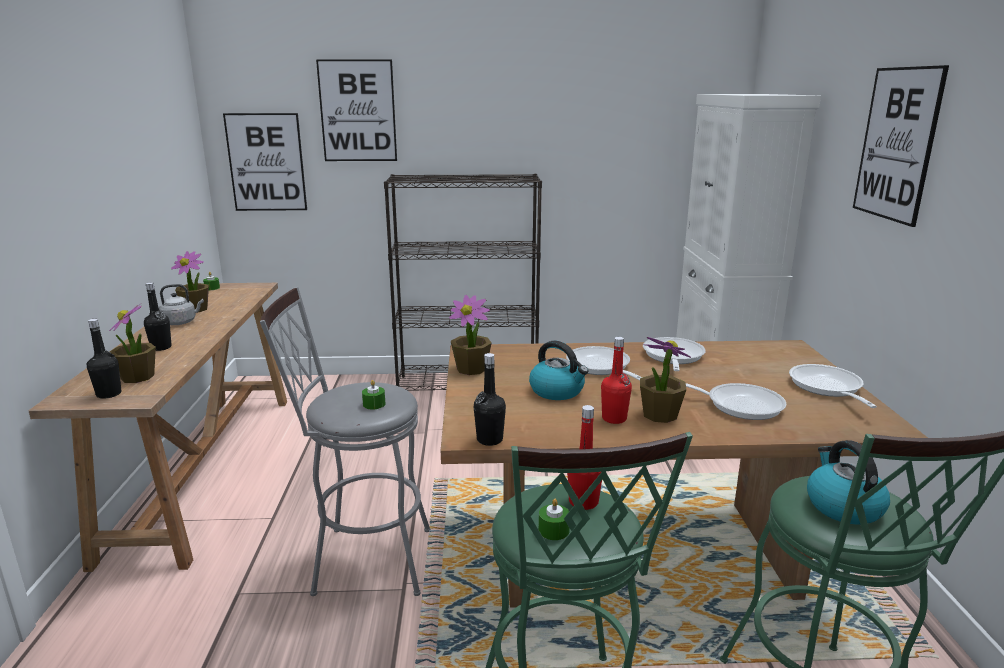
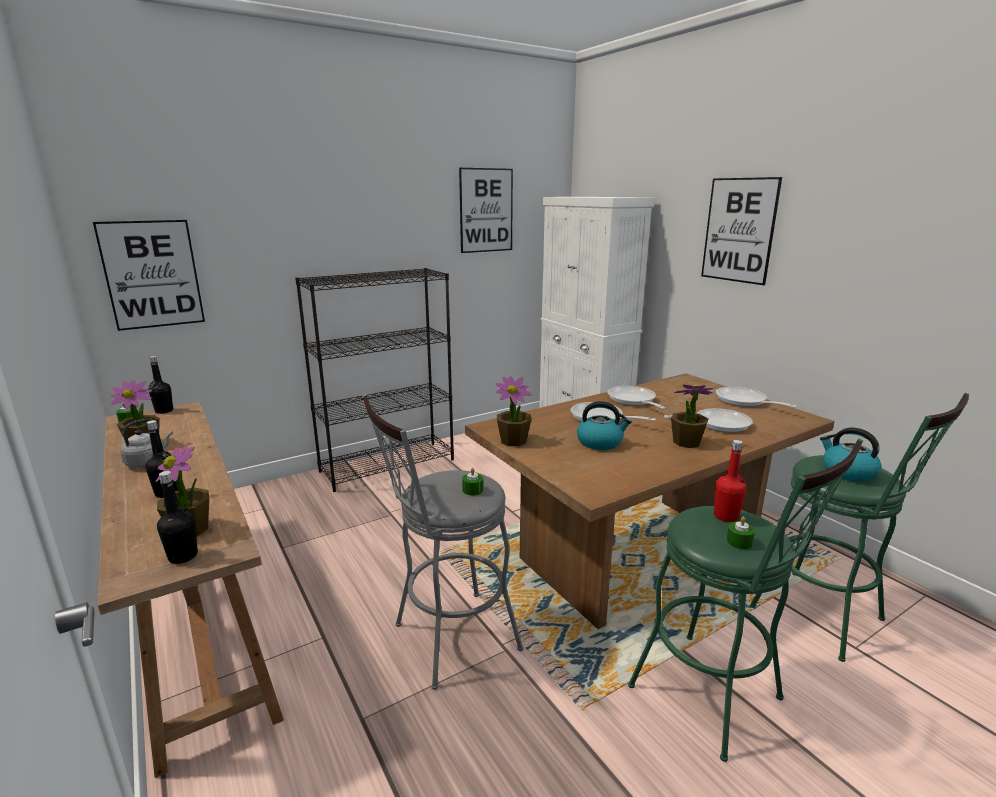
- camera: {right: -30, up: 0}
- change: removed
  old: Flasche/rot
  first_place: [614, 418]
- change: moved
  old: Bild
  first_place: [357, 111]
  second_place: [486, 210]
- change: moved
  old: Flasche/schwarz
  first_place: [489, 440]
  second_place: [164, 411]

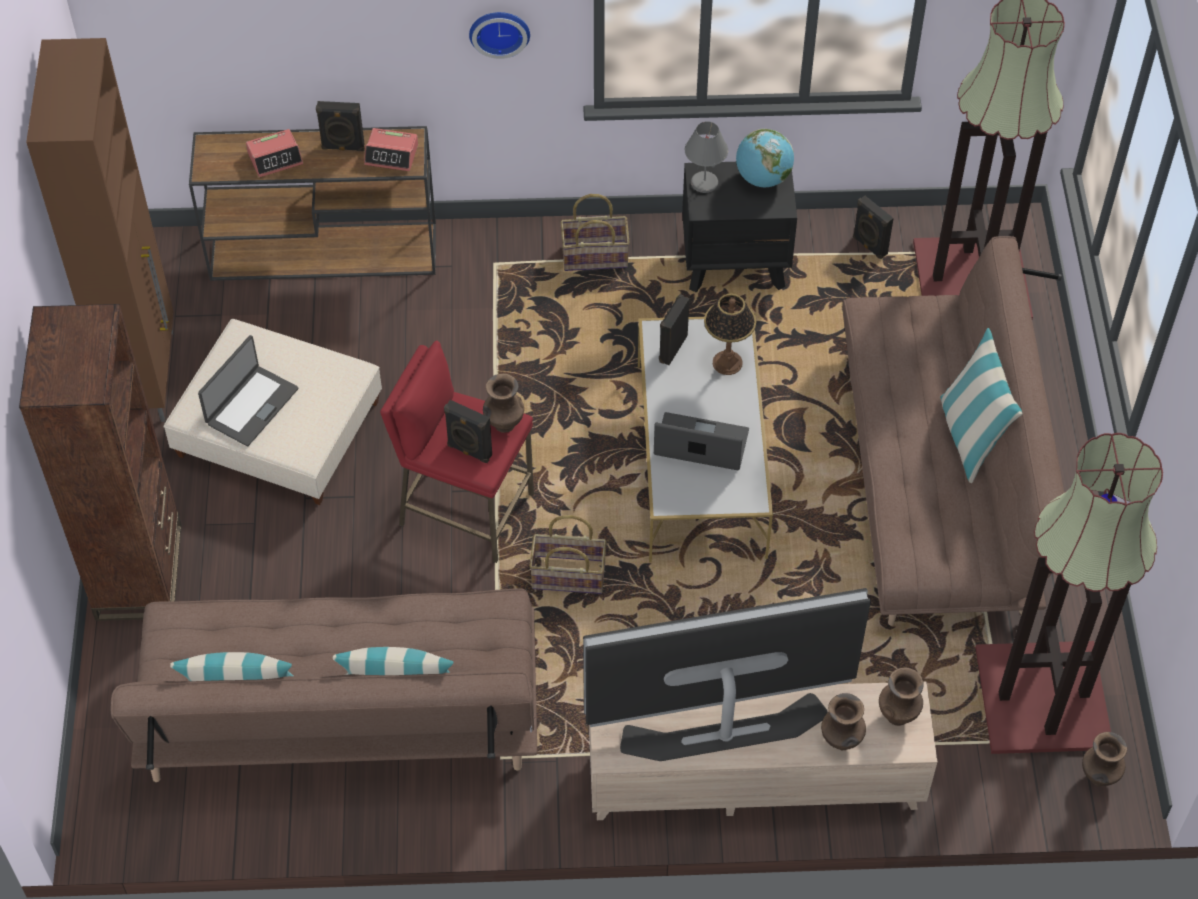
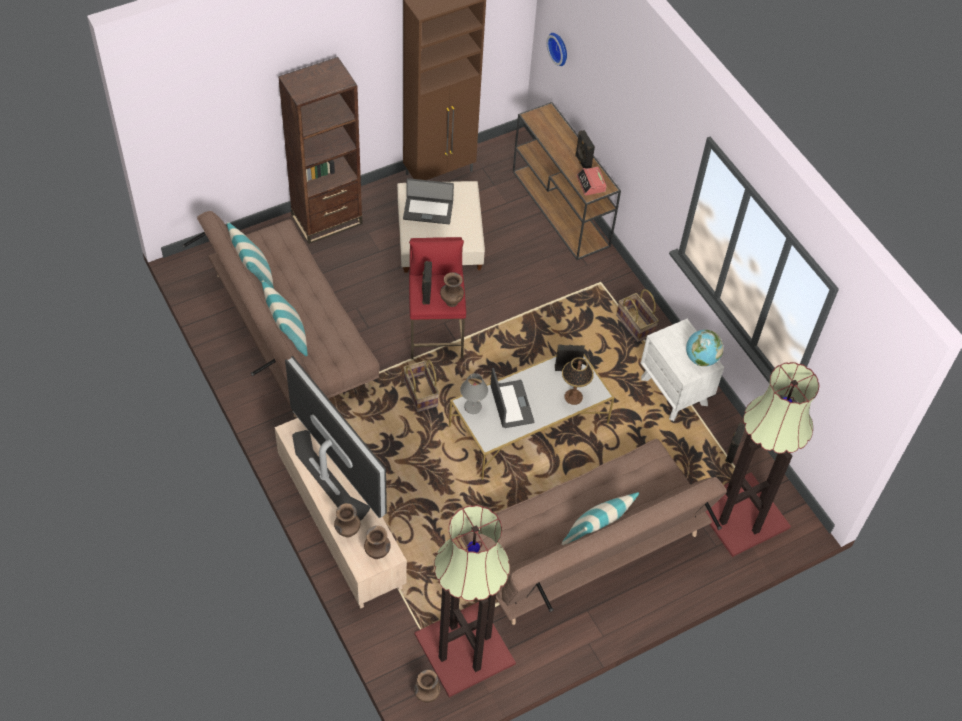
- camera: {right: 60, up: 0}
- change: removed
  old: Wecker
  first_place: [275, 158]
- change: moved
  old: Wanduhr
  first_place: [499, 30]
  second_place: [559, 48]
- change: moved
  old: Tischlampe/grau
  first_place: [704, 183]
  second_place: [472, 407]
- change: recoloured
  old: Nachttisch/schwarz
  new: Nachttisch/weiß
  first_place: [735, 263]
  second_place: [674, 391]

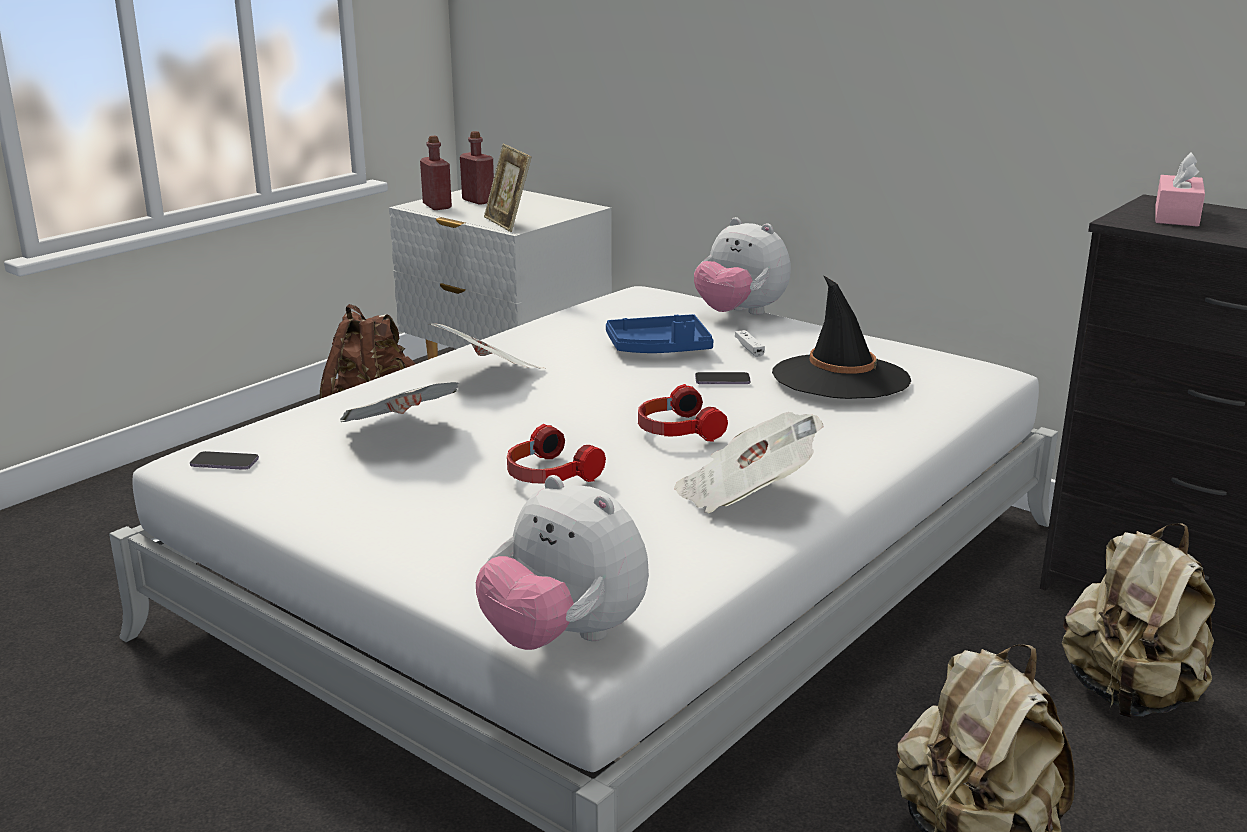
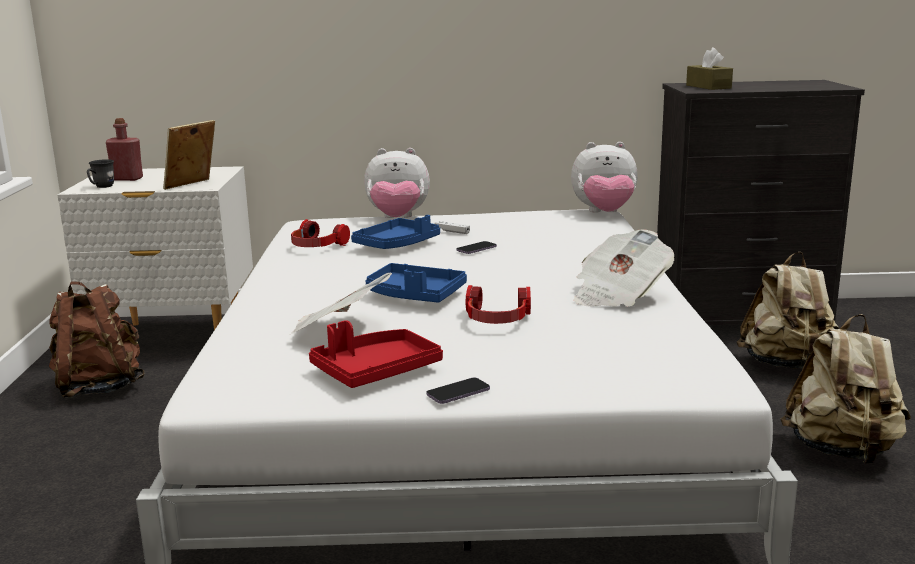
- camera: {right: -40, up: -5}
- change: removed
  old: Zeitung
  first_place: [488, 375]
- change: removed
  old: Hut/schwarz
  first_place: [840, 378]
- change: added
  new: Tablett/rot
  second_place: [375, 371]
- change: added
  new: Tablett/blau
  second_place: [415, 296]
- change: moved
  old: Handy
  first_place: [224, 463]
  second_place: [458, 393]
- change: moved
  old: Plüschtier
  first_place: [564, 637]
  second_place: [604, 213]
- change: moved
  old: Kopfhörer
  first_place: [676, 431]
  second_place: [316, 246]
- change: replaced
  old: Flasche/rot
  new: Henkelbecher/grau
  first_place: [437, 206]
  second_place: [101, 187]
- change: recoloured
  old: Taschentuchbox/rosa
  new: Taschentuchbox/braun
  first_place: [1176, 216]
  second_place: [708, 87]
- change: turned
  old: Bilderrahmen
  first_place: [508, 223]
  second_place: [192, 185]
  degrees: 105

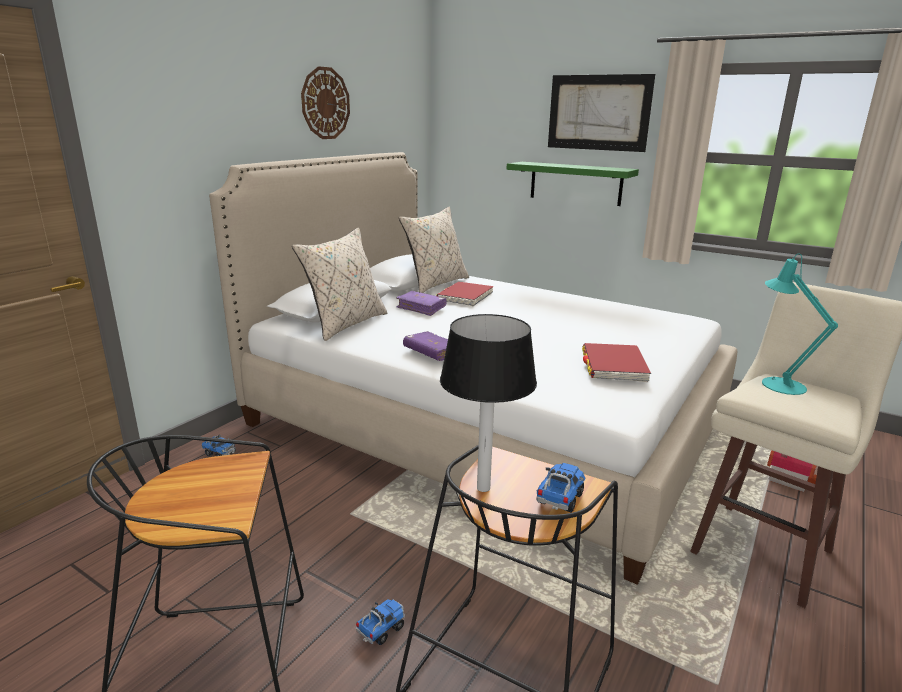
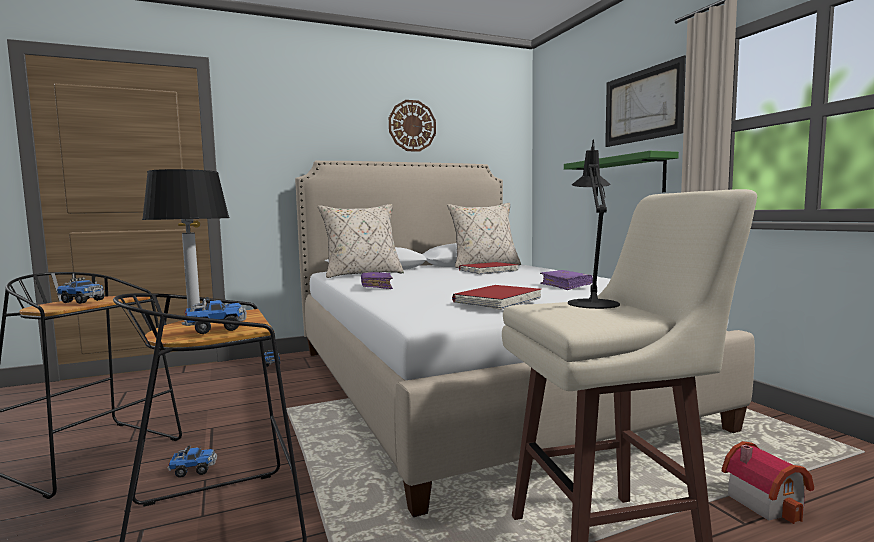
- camera: {right: 35, up: -15}
- change: added
  new: Spielzeuglaster
  second_place: [82, 301]
- change: moved
  old: Buch/lila
  first_place: [421, 308]
  second_place: [565, 286]
- change: recoloured
  old: Tischlampe/türkis
  new: Tischlampe/schwarz
  first_place: [778, 383]
  second_place: [592, 302]

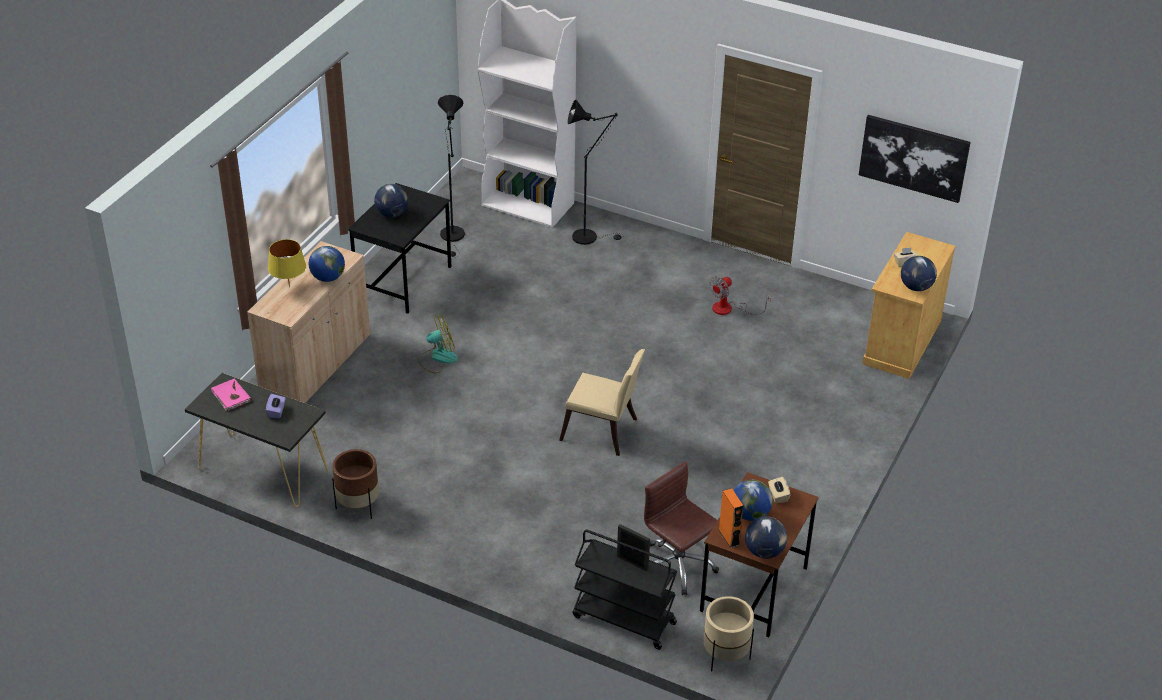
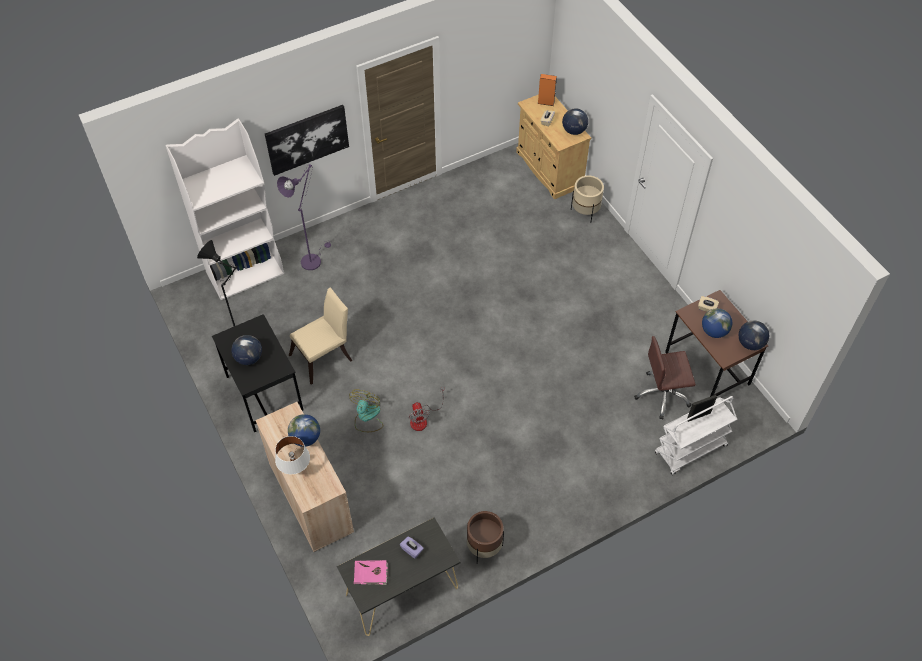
- camera: {right: -55, up: 15}
- change: moved
  old: Stuhl/beige
  first_place: [603, 432]
  second_place: [324, 356]
- change: moved
  old: Pflanzkübel/beige
  first_place: [725, 656]
  second_place: [585, 212]
- change: moved
  old: Ventilator
  first_place: [729, 309]
  second_place: [423, 419]
- change: moved
  old: Lautsprecher/orange
  first_place: [729, 537]
  second_place: [546, 102]
- change: moved
  old: Bild
  first_place: [914, 157]
  second_place: [307, 139]
- change: recoloured
  old: Tischlampe/gelb
  new: Tischlampe/weiß
  first_place: [289, 287]
  second_place: [295, 469]
- change: recoloured
  old: Stehlampe/schwarz
  new: Stehlampe/lila
  first_place: [589, 236]
  second_place: [313, 259]
- change: recoloured
  old: Rollwagen/schwarz
  new: Rollwagen/weiß
  first_place: [623, 620]
  second_place: [690, 450]

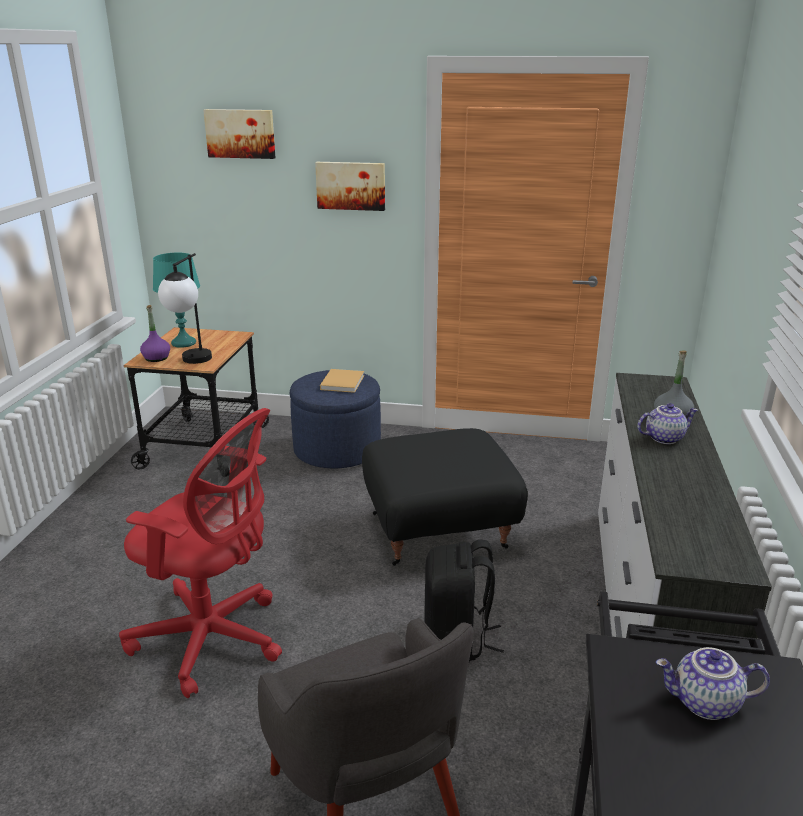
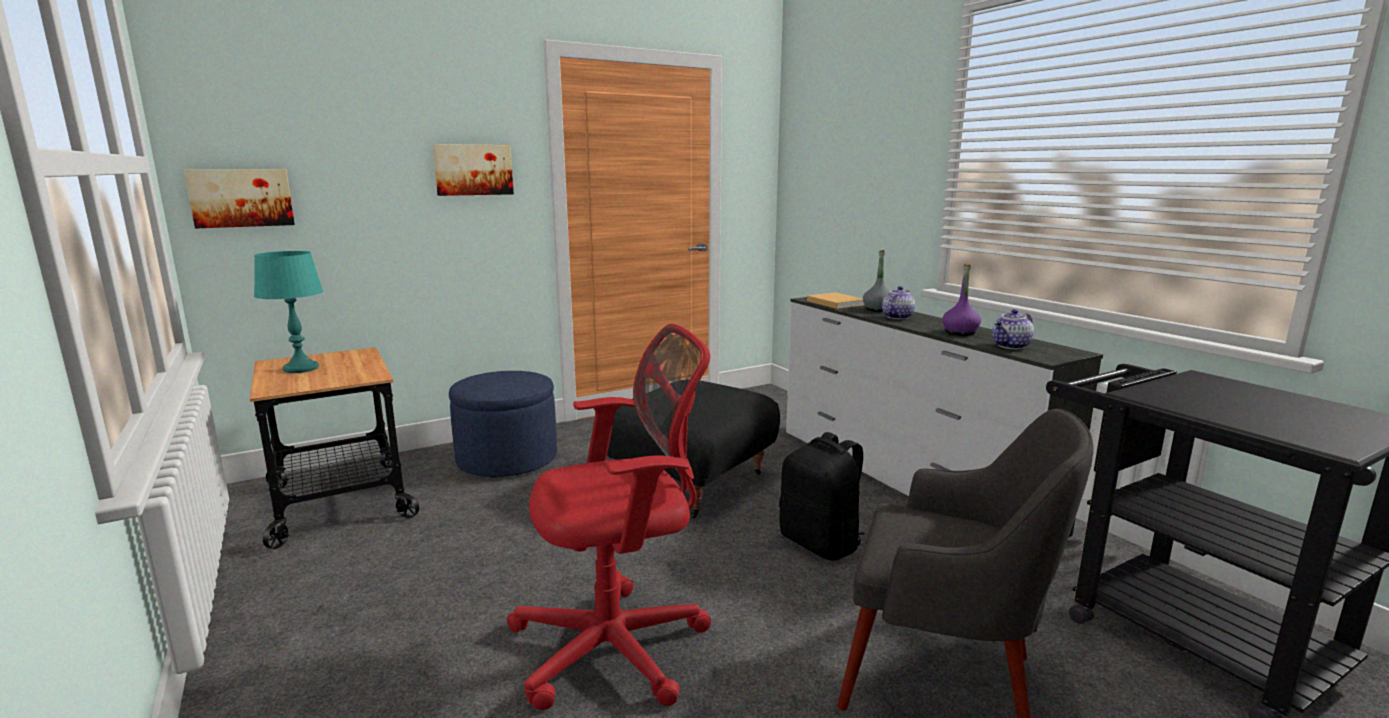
- camera: {right: -40, up: -10}
- change: removed
  old: Tischlampe
  first_place: [191, 362]
- change: moved
  old: Flasche/lila
  first_place: [156, 358]
  second_place: [960, 332]
- change: moved
  old: Bild
  first_place: [240, 133]
  second_place: [241, 197]
- change: moved
  old: Buch/beige
  first_place: [343, 382]
  second_place: [835, 302]
- change: moved
  old: Teekanne
  first_place: [705, 704]
  second_place: [1011, 346]

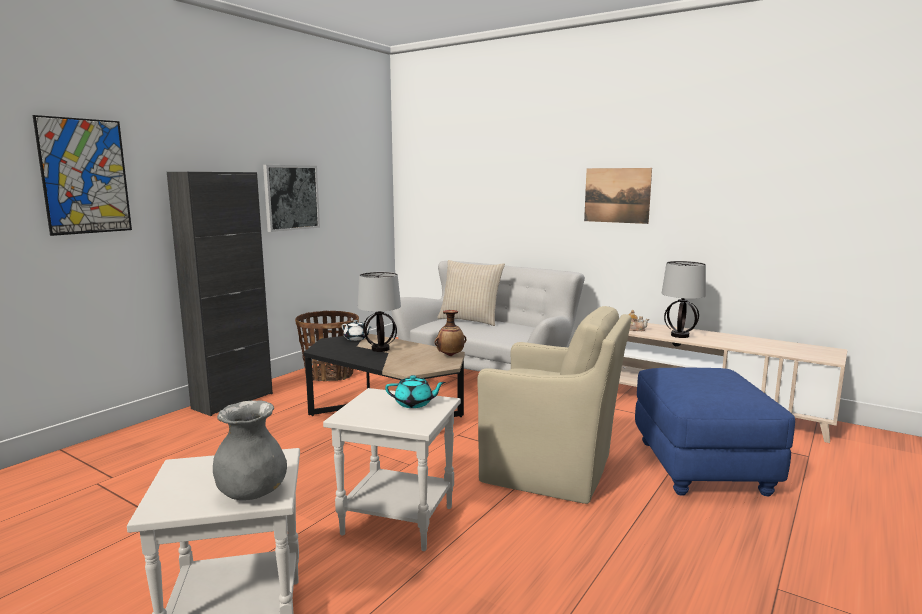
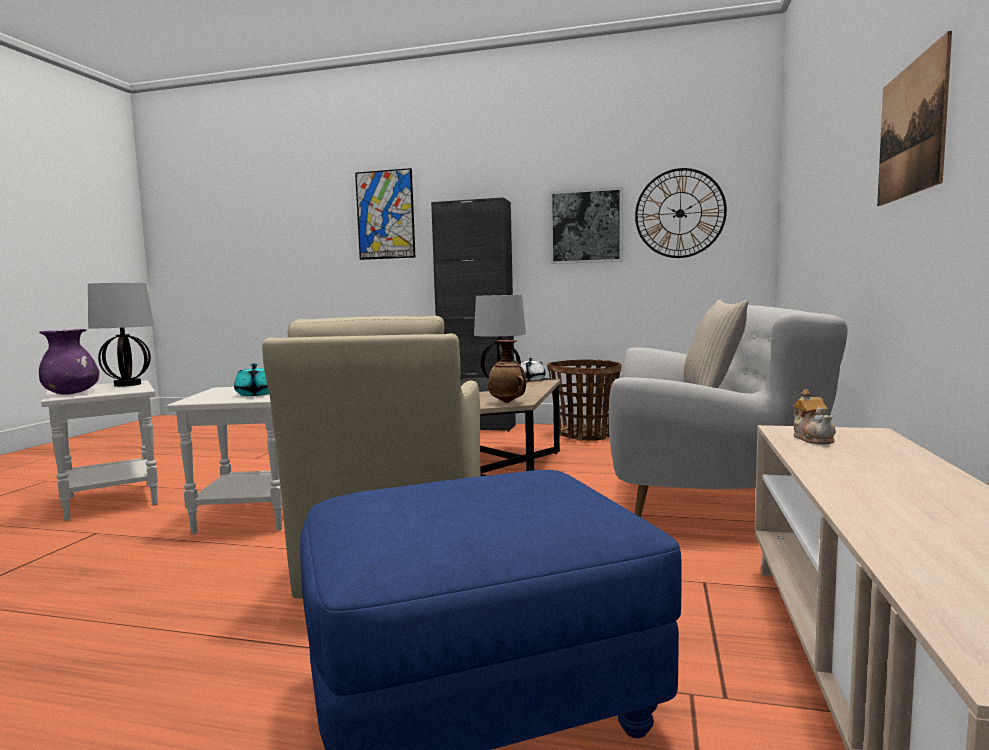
- camera: {right: 70, up: -5}
- change: added
  new: Wanduhr
  second_place: [680, 213]
- change: moved
  old: Tischlampe
  first_place: [680, 335]
  second_place: [128, 384]
- change: recoloured
  old: Vase/grau
  new: Vase/lila
  first_place: [252, 493]
  second_place: [71, 394]

